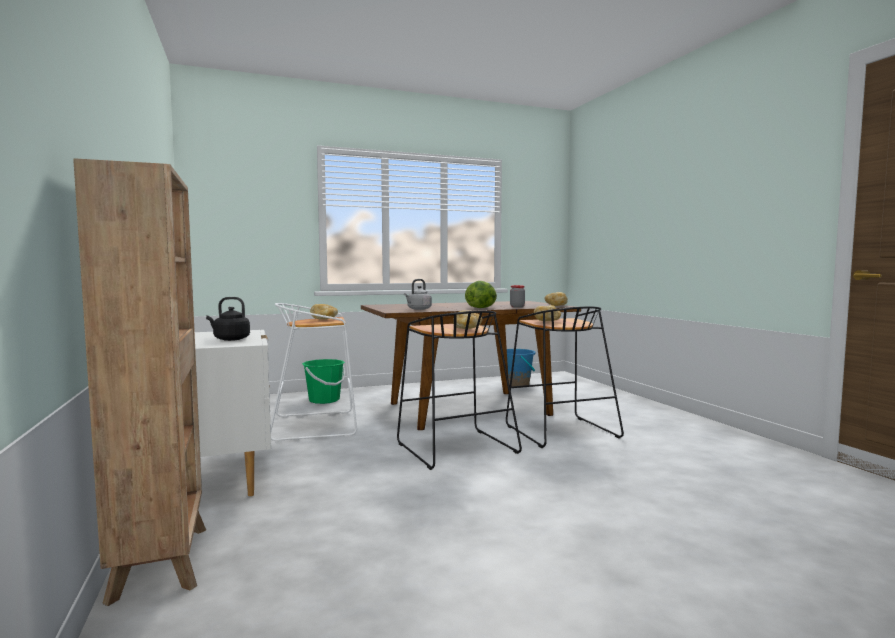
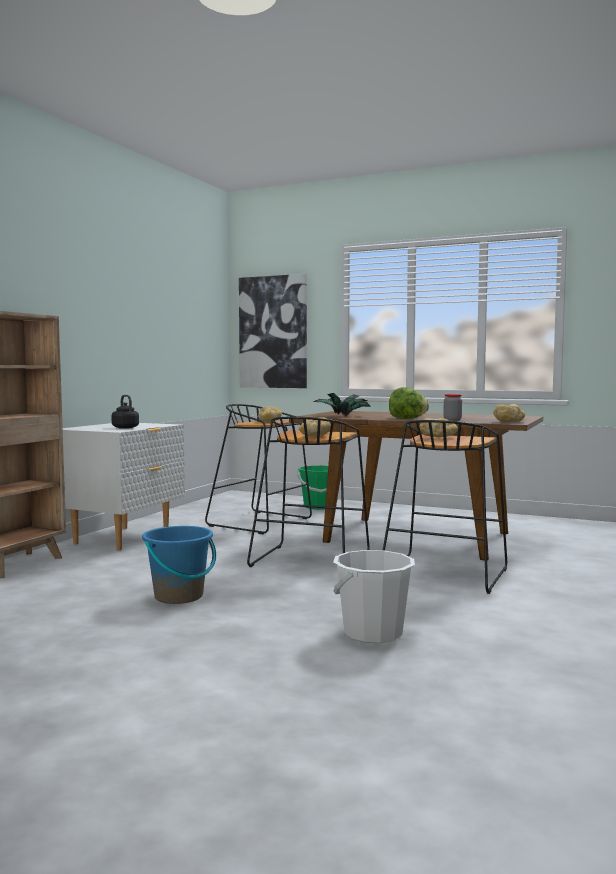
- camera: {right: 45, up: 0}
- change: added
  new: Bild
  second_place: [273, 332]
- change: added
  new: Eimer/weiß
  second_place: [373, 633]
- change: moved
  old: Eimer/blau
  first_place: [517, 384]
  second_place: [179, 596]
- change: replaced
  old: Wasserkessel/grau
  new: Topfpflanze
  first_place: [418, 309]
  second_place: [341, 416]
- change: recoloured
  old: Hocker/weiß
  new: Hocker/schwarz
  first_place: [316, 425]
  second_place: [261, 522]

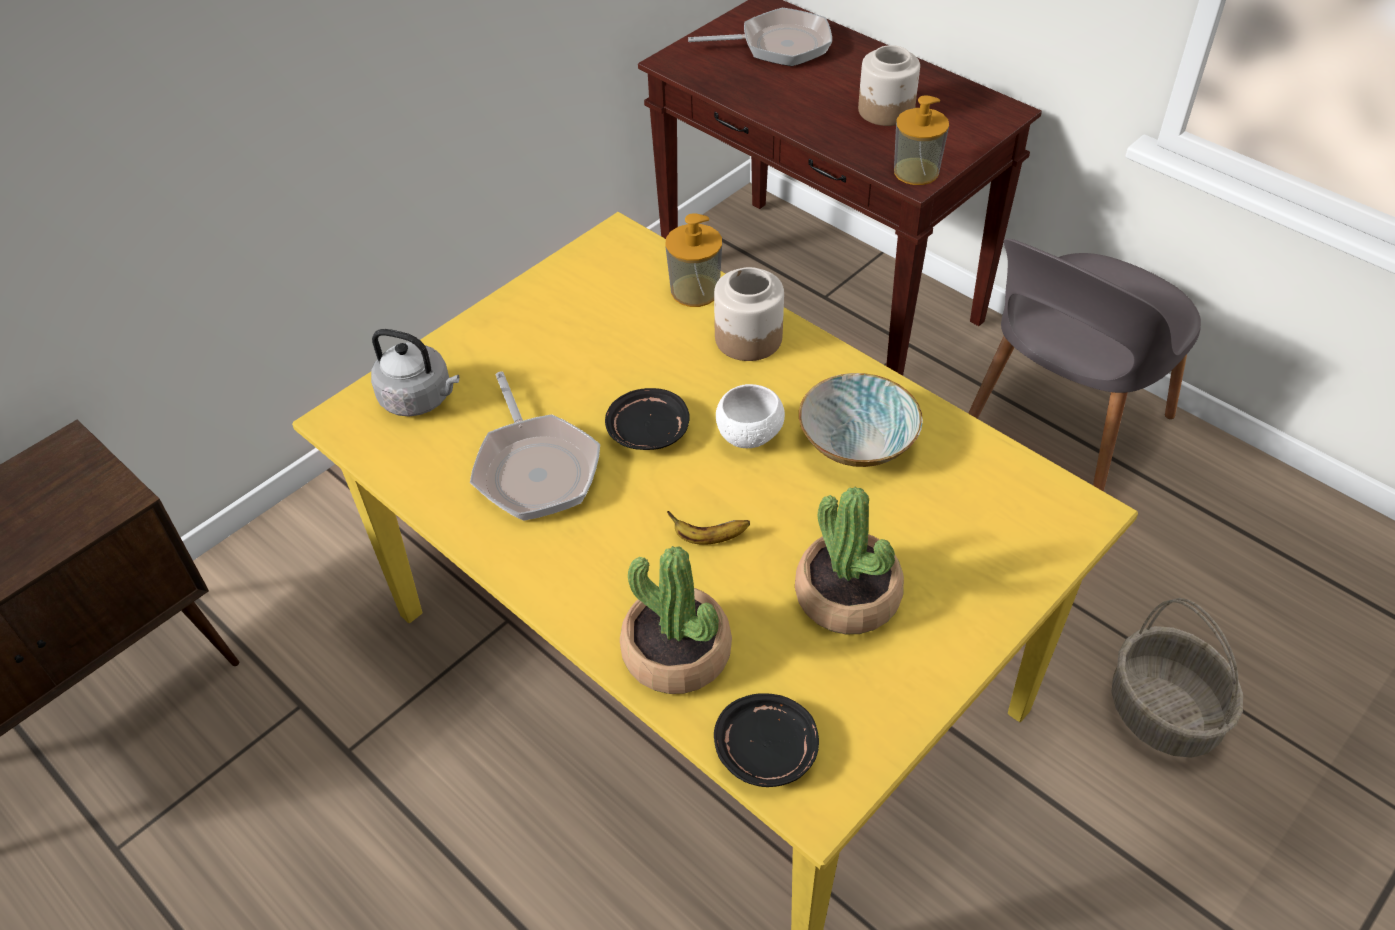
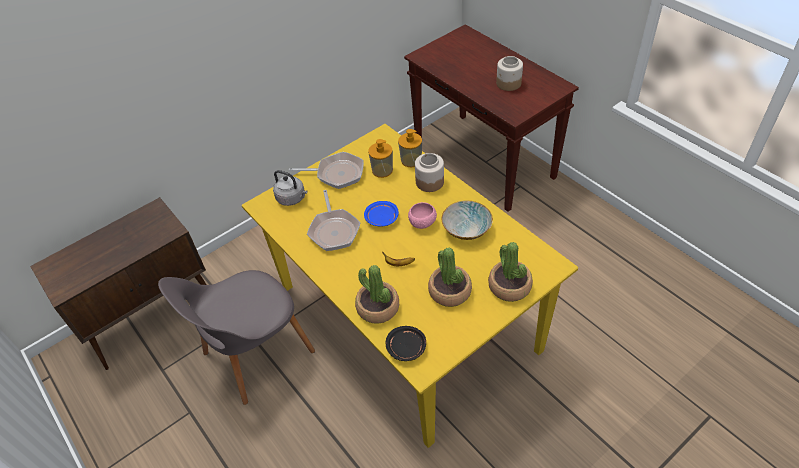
- camera: {right: 10, up: 0}
- change: removed
  old: Korb
  first_place: [1165, 713]
- change: added
  new: Topfpflanze
  second_place: [509, 286]
- change: moved
  old: Pfanne
  first_place: [778, 45]
  second_place: [337, 174]
- change: moved
  old: Seifenspender
  first_place: [916, 171]
  second_place: [382, 170]
- change: moved
  old: Stuhl/grau
  first_place: [1063, 431]
  second_place: [256, 354]
- change: recoloured
  old: Teller/schwarz
  new: Teller/blau
  first_place: [647, 431]
  second_place: [381, 218]
- change: recoloured
  old: Schüssel/weiß
  new: Schüssel/rosa
  first_place: [749, 435]
  second_place: [422, 223]

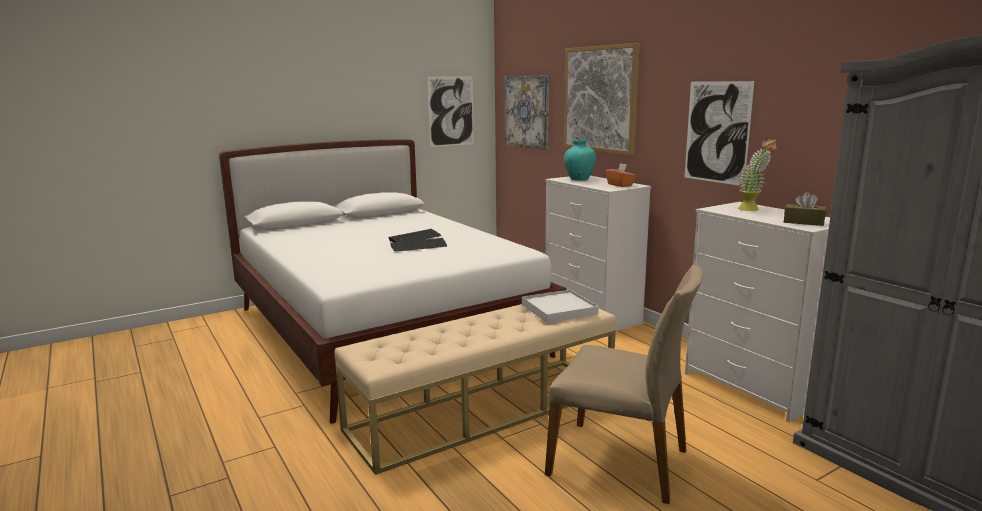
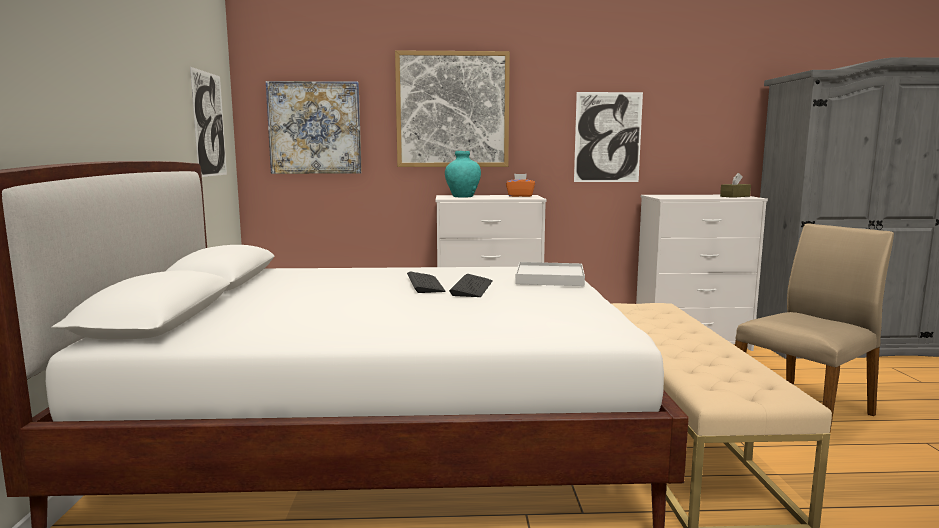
- camera: {right: -60, up: -5}
- change: removed
  old: Topfpflanze
  first_place: [753, 210]
- change: moved
  old: Tablett/weiß
  first_place: [558, 309]
  second_place: [549, 278]

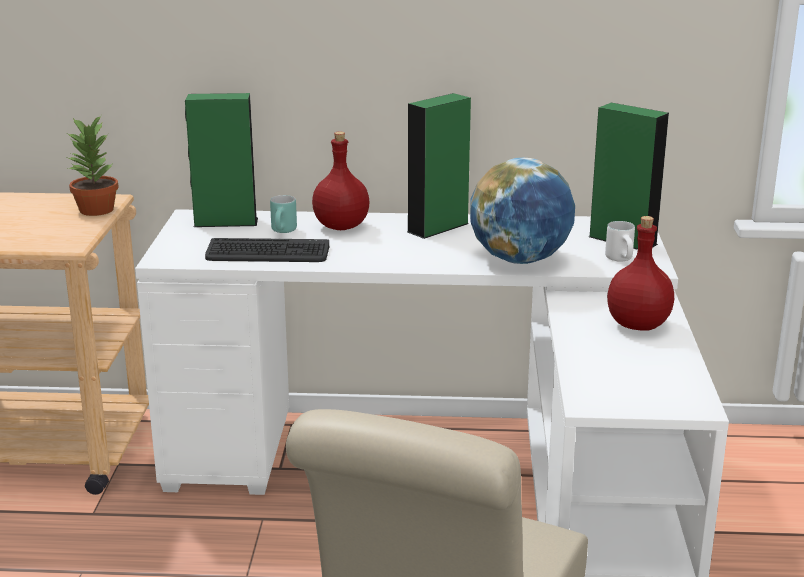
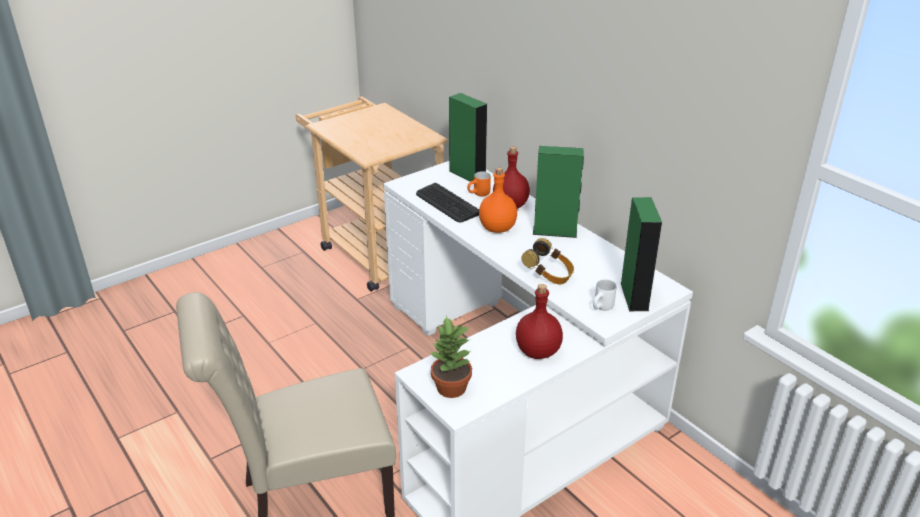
- camera: {right: 50, up: 10}
- change: added
  new: Flasche/orange
  second_place: [497, 228]
- change: moved
  old: Topfpflanze
  first_place: [97, 210]
  second_place: [451, 388]
- change: replaced
  old: Globus
  new: Kopfhörer
  first_place: [520, 260]
  second_place: [549, 275]
- change: recoloured
  old: Henkelbecher/türkis
  new: Henkelbecher/orange
  first_place: [284, 232]
  second_place: [479, 195]

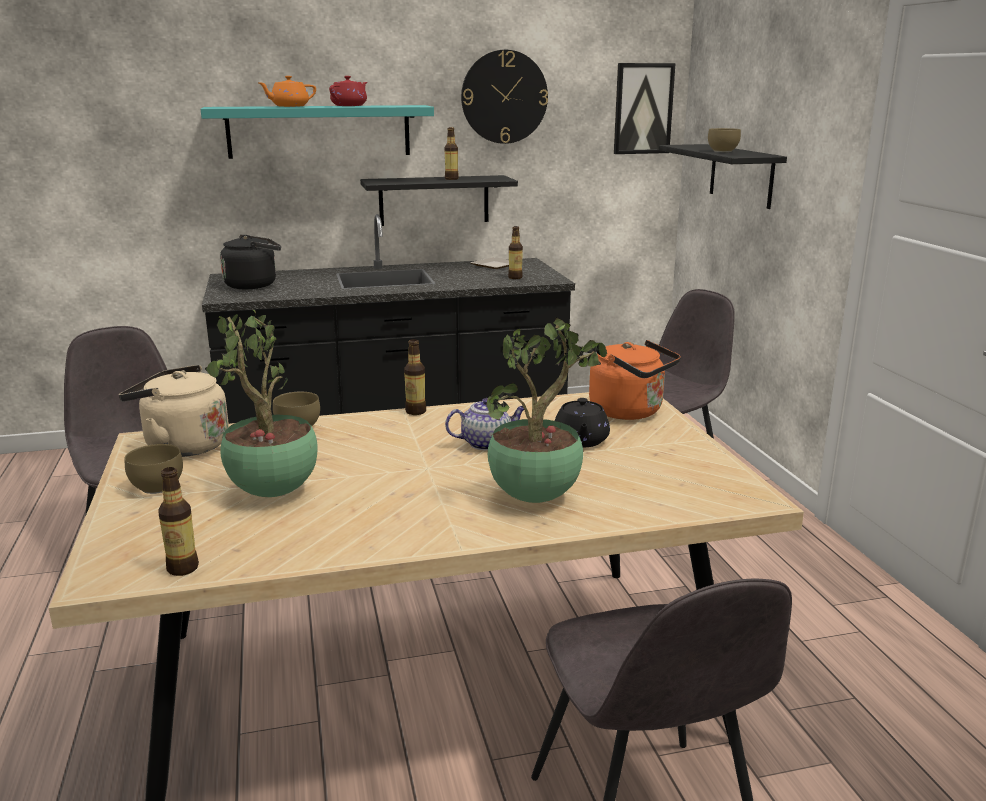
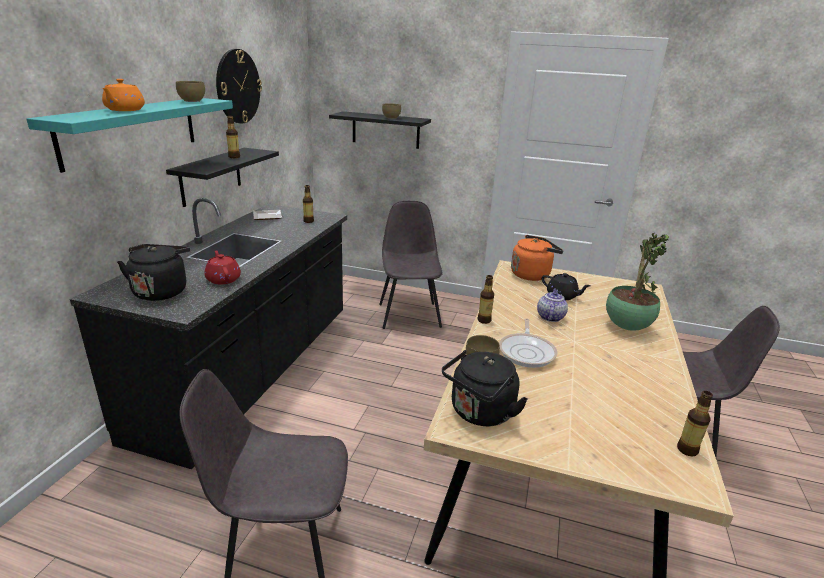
- camera: {right: -60, up: 5}
- change: removed
  old: Topfpflanze
  first_place: [272, 493]
- change: removed
  old: Bild
  first_place: [643, 109]
- change: added
  new: Pfanne
  second_place: [527, 352]
- change: moved
  old: Schüssel/braun
  first_place: [156, 487]
  second_place: [191, 101]
- change: moved
  old: Teekanne/rot
  first_place: [349, 106]
  second_place: [223, 279]
- change: recoloured
  old: Wasserkessel/beige
  new: Wasserkessel/schwarz
  first_place: [182, 446]
  second_place: [480, 413]

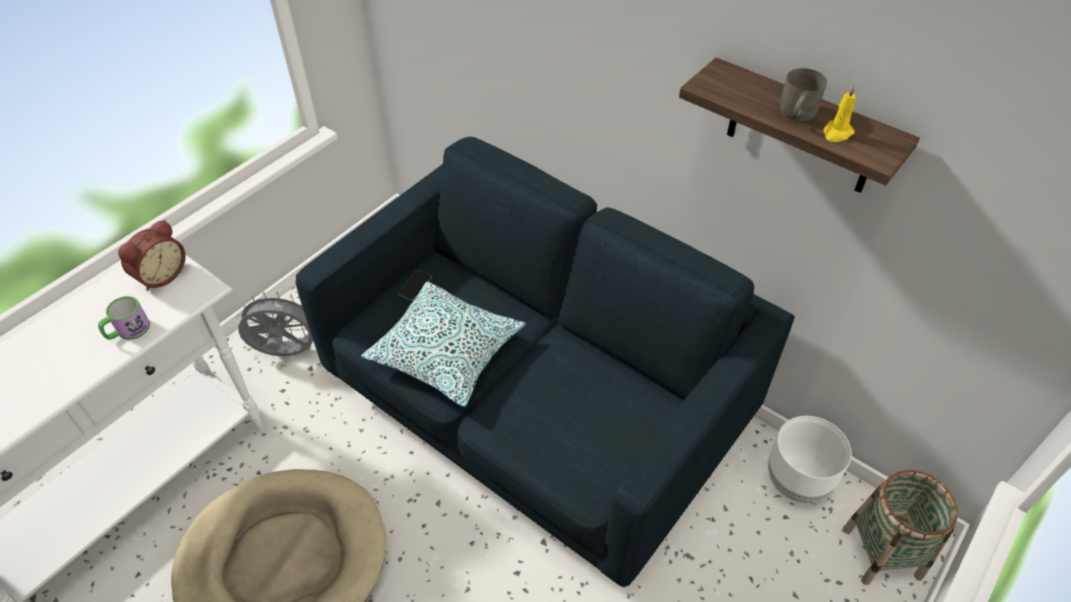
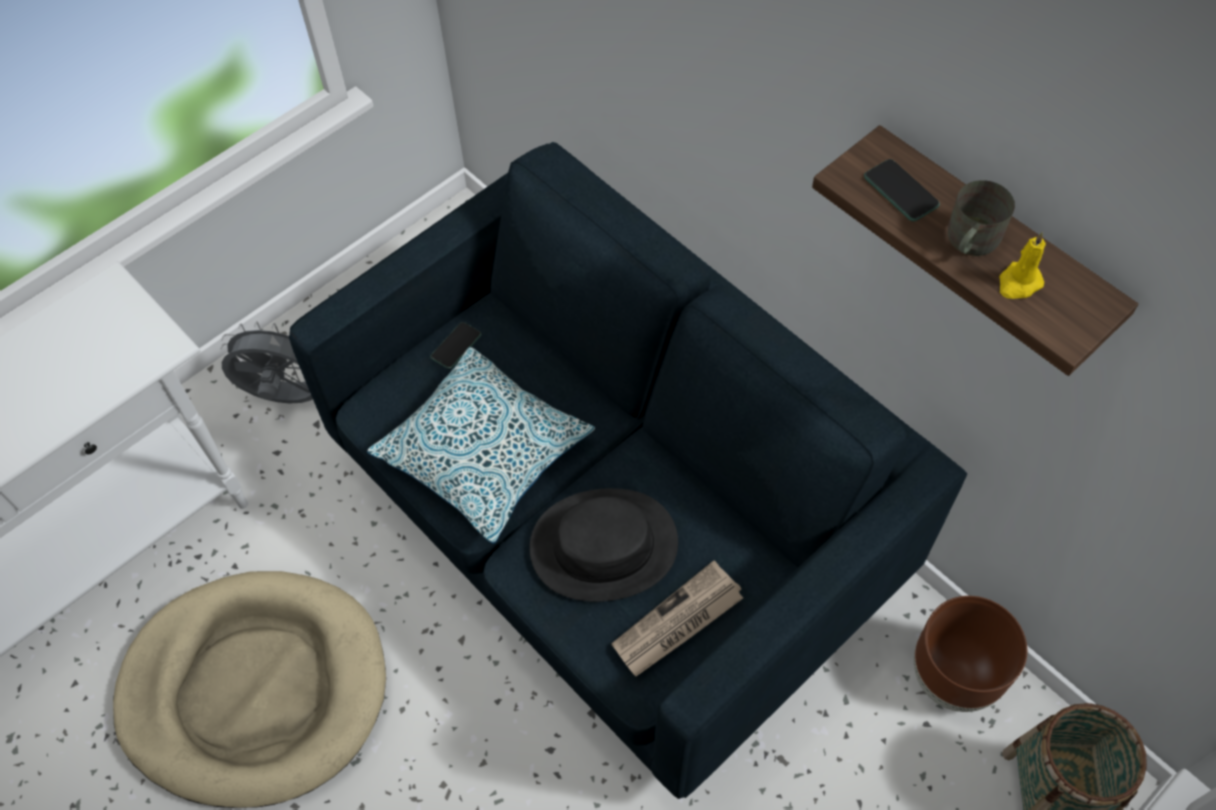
- camera: {right: 10, up: 10}
- change: removed
  old: Henkelbecher
  first_place: [128, 331]
- change: removed
  old: Wecker
  first_place: [160, 275]
- change: added
  new: Hut/schwarz
  second_place: [603, 545]
- change: added
  new: Zeitung
  second_place: [677, 622]
- change: added
  new: Handy
  second_place: [901, 191]
- change: recoloured
  old: Pflanzkübel/weiß
  new: Pflanzkübel/braun
  first_place: [797, 482]
  second_place: [954, 677]

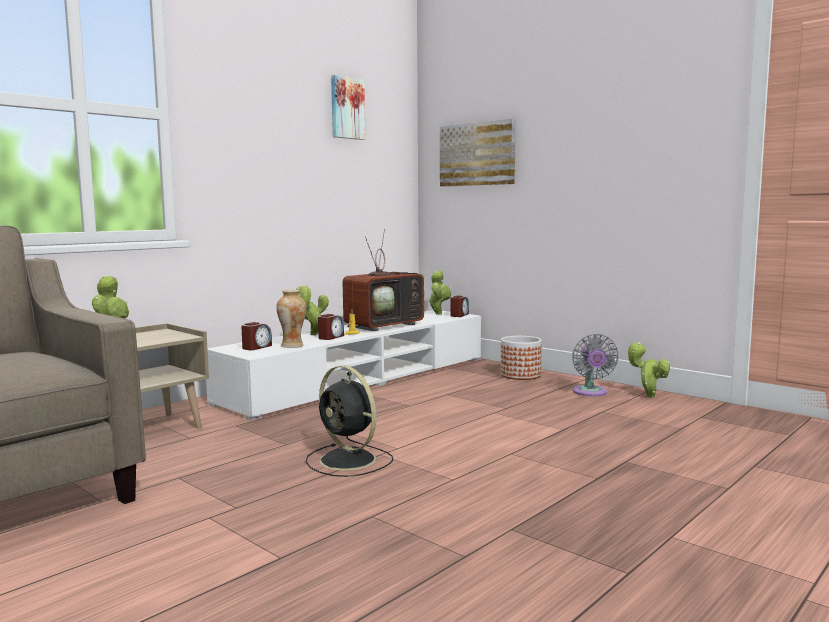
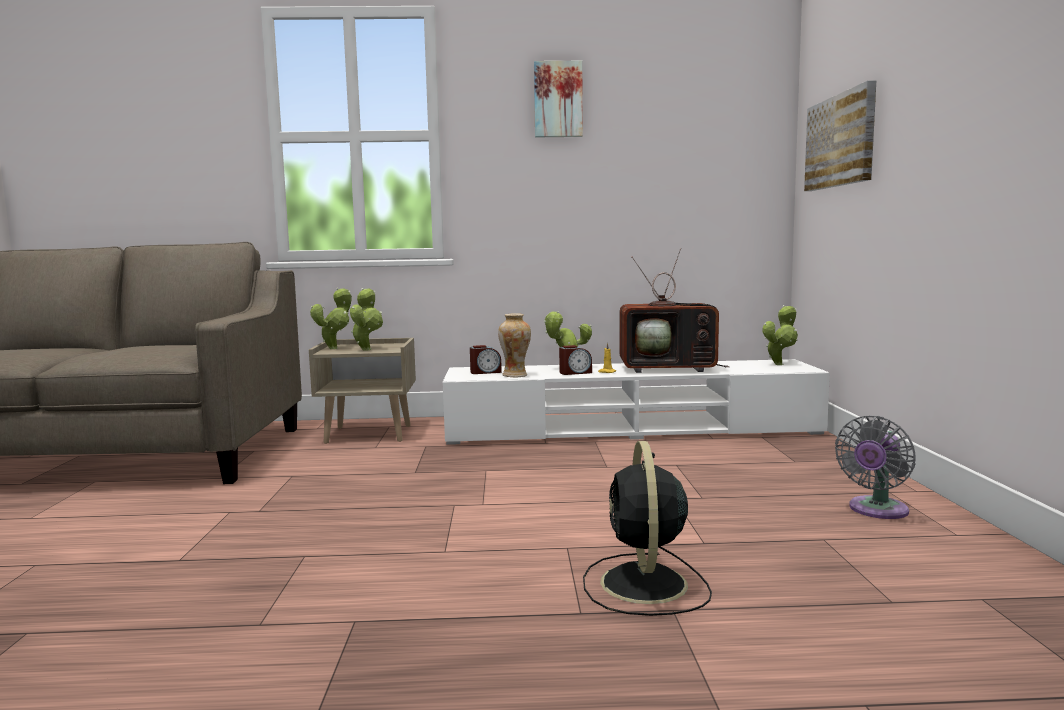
- camera: {right: 45, up: 0}
- change: removed
  old: Wecker
  first_place: [459, 315]
- change: removed
  old: Pflanzkübel
  first_place: [520, 375]
- change: moved
  old: Ventilator/schwarz
  first_place: [349, 461]
  second_place: [644, 585]
- change: moved
  old: Bild
  first_place: [346, 108]
  second_place: [558, 100]
- change: moved
  old: Topfpflanze
  first_place: [647, 396]
  second_place: [366, 349]

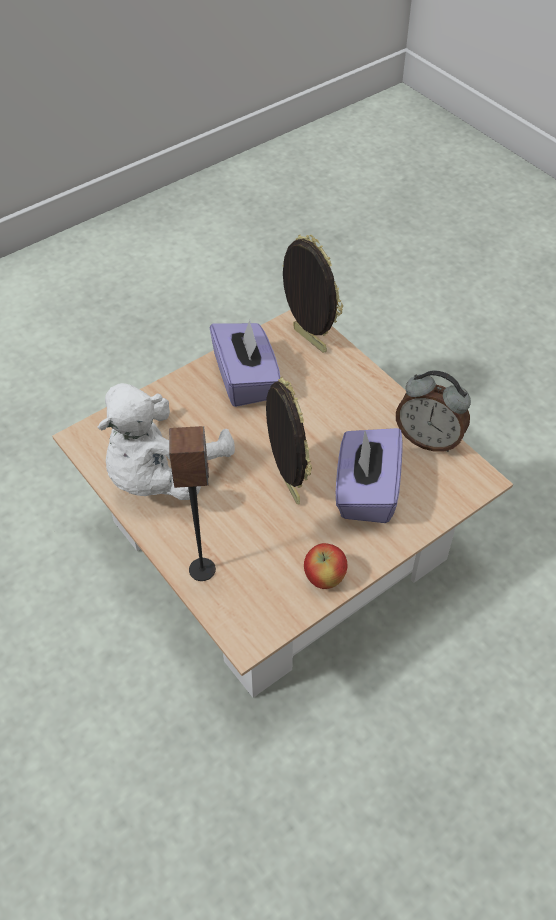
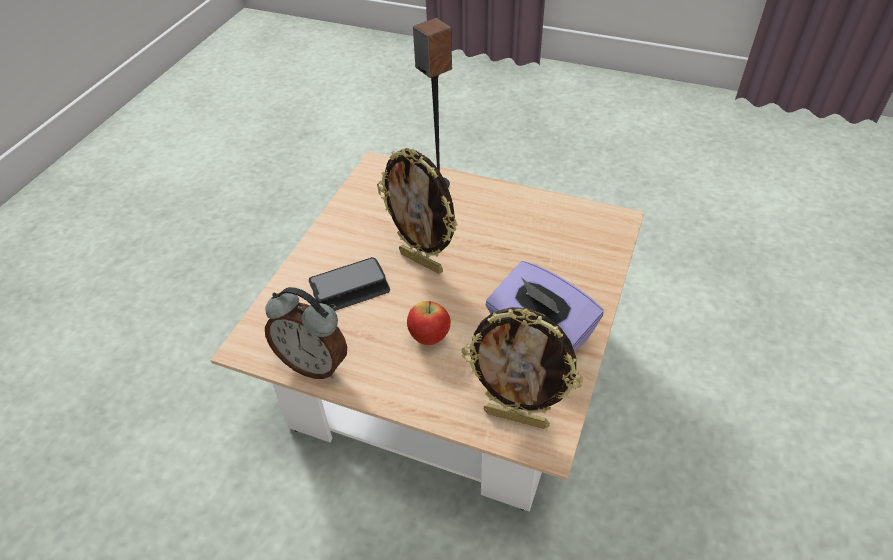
- camera: {right: 150, up: -5}
- change: removed
  old: Plüschtier/weiß
  first_place: [161, 475]
- change: moved
  old: Apfel
  first_place: [324, 578]
  second_place: [429, 337]
- change: replaced
  old: Taschentuchbox/lila
  new: Handy
  first_place: [365, 492]
  second_place: [349, 287]
- change: turned
  old: Wecker
  first_place: [428, 439]
  second_place: [314, 364]
  degrees: -150

